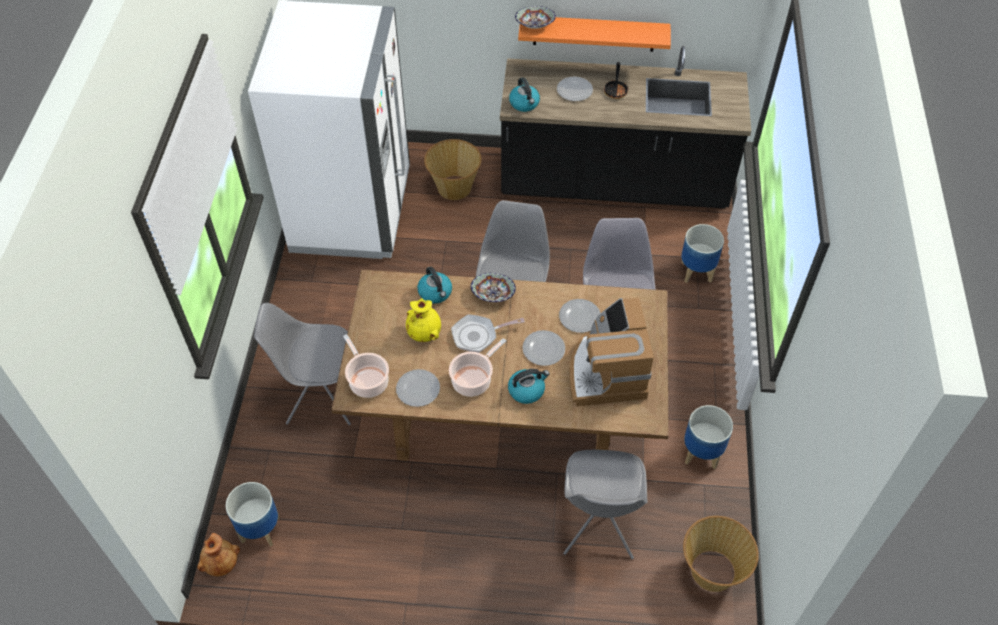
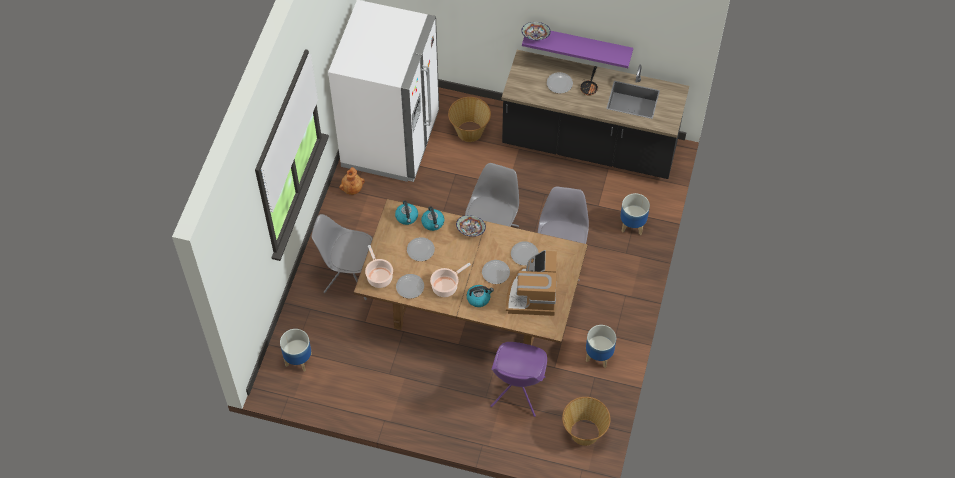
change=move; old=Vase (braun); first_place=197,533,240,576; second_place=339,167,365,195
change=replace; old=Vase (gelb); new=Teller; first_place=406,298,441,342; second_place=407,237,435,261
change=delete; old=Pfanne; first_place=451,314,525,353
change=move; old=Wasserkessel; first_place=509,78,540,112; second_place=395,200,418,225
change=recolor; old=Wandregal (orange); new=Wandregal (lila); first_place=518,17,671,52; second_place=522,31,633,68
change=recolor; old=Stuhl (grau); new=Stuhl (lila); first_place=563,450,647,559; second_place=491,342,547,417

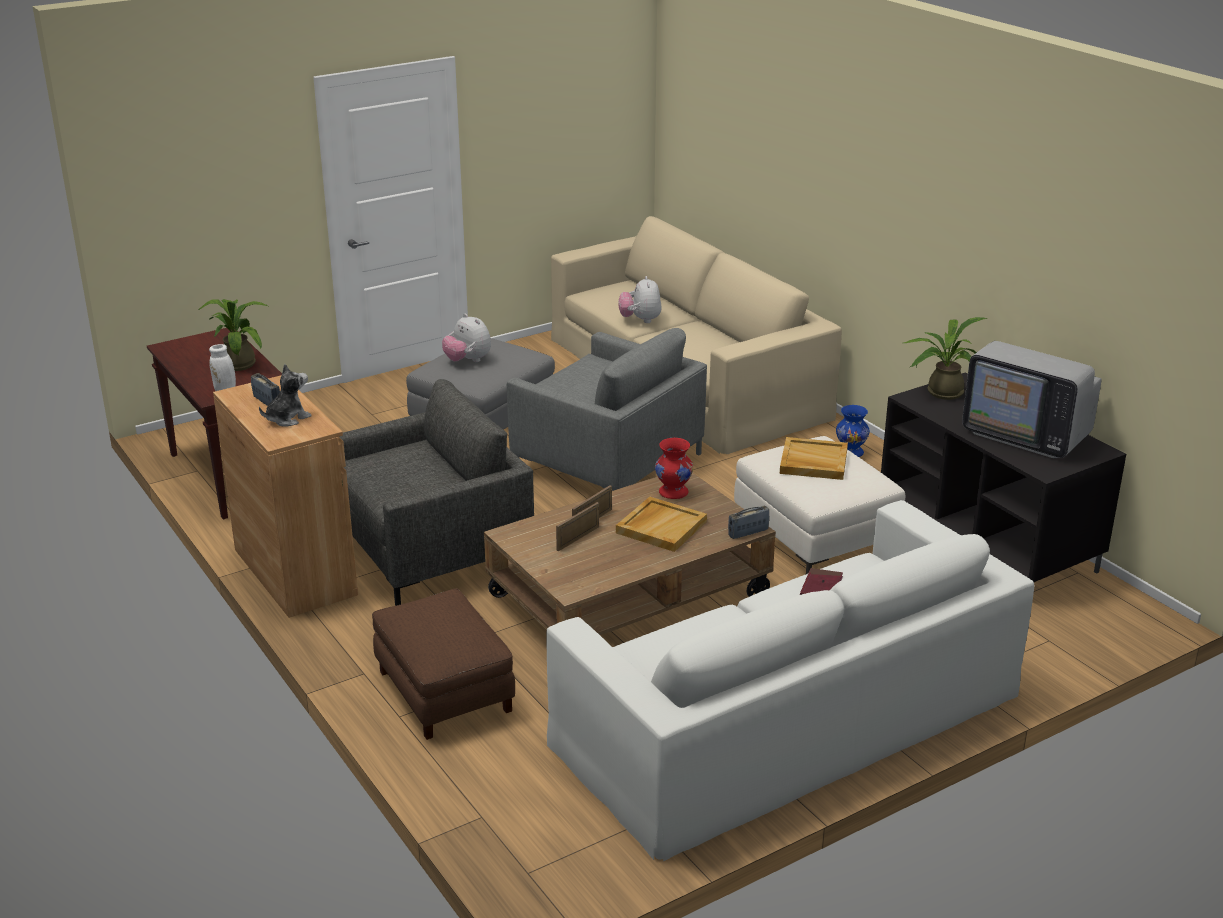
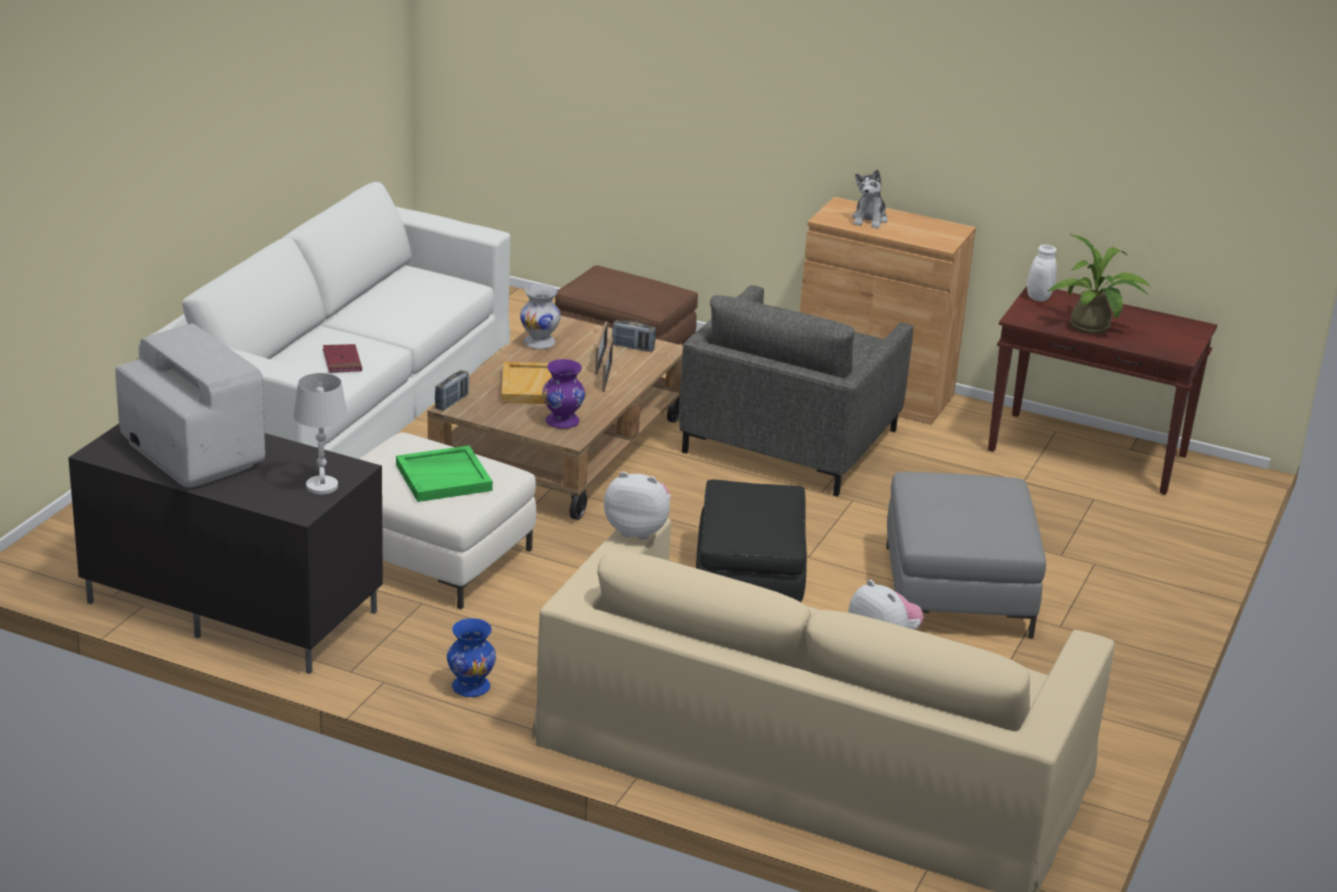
change=move; old=Radio; first_place=251,373,280,406; second_place=612,320,656,352
change=move; old=Plüschtier; first_place=442,314,491,362; second_place=604,471,671,540
change=replace; old=Sessel (grau); new=Polsterhocker (schwarz); first_place=507,328,707,491; second_place=696,479,807,602
change=recolor; old=Vase (rot); new=Vase (lila); first_place=655,438,693,499; second_place=542,359,585,429
change=recolor; old=Tablett (beige); new=Tablett (grün); first_place=780,437,848,480; second_place=396,446,493,502
change=replace; old=Topfpflanze; new=Tischlampe (weiß); first_place=904,317,987,400; second_place=294,373,347,494
change=rotate; old=Fernseher; first_place=962,341,1101,458; second_place=116,323,265,488; degrees=45
change=insert; new=Vase (weiß); second_place=520,284,561,349

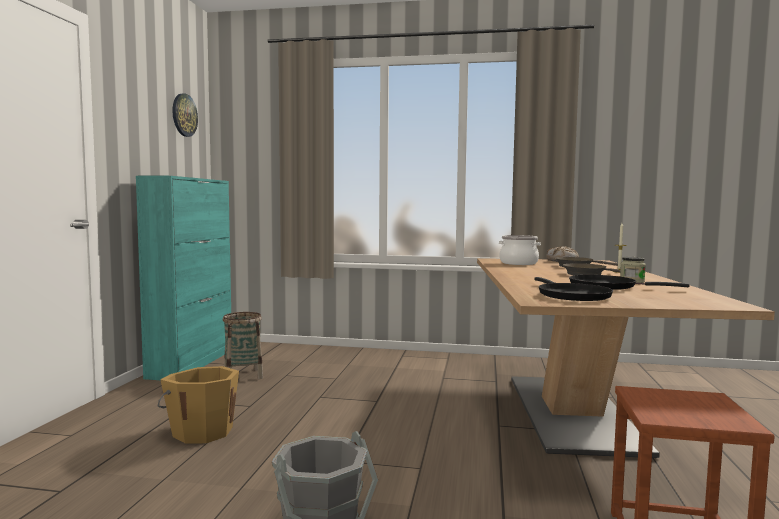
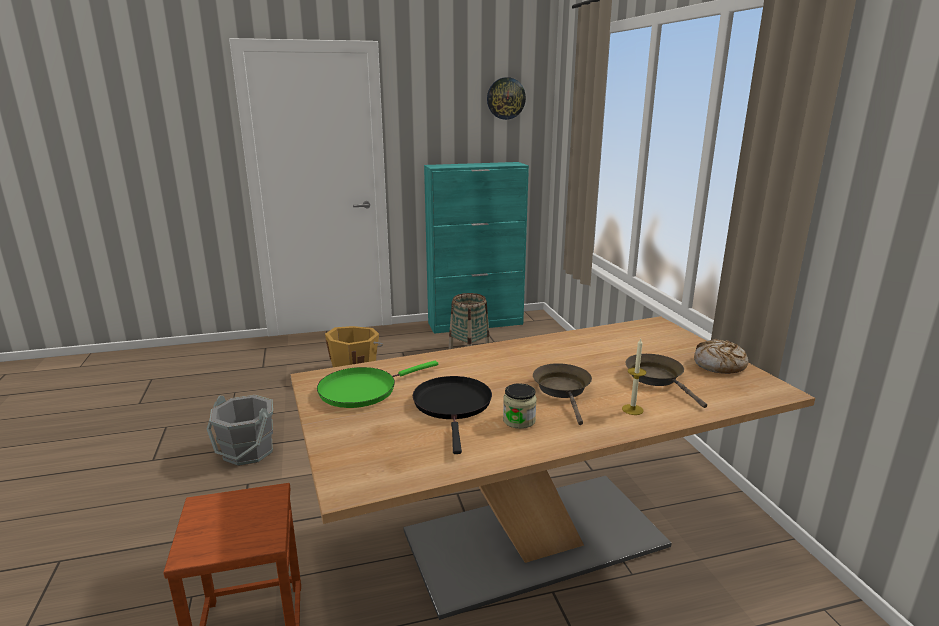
change=delete; old=Kochtopf; first_place=499,235,541,265
change=recolor; old=Pfanne (schwarz); new=Pfanne (grün); first_place=534,277,613,301; second_place=317,361,438,408

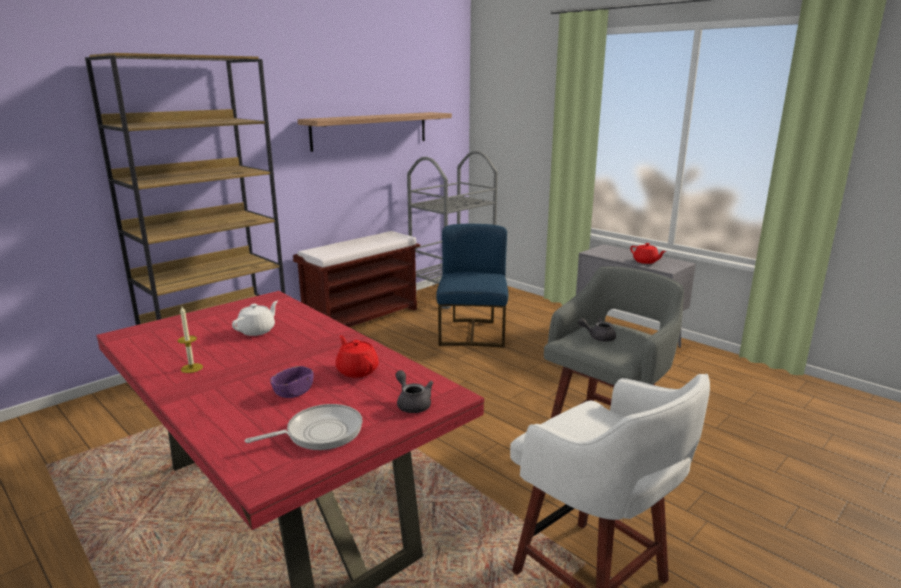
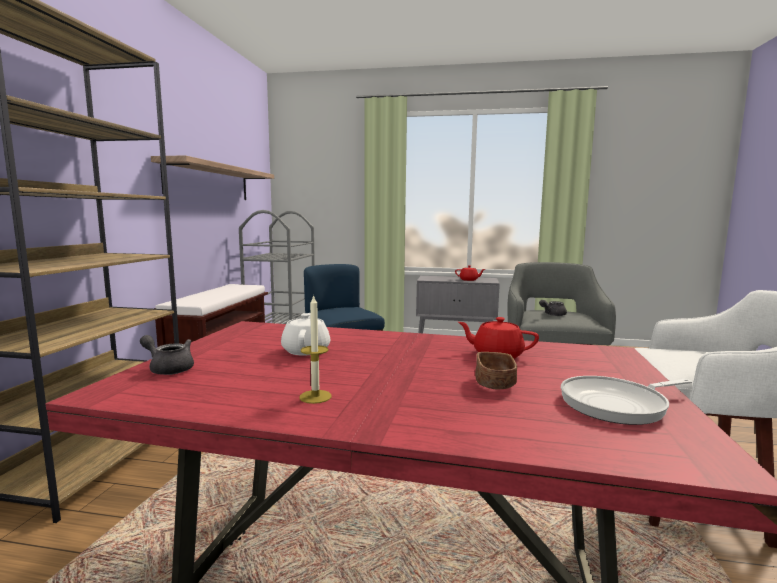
change=rotate; old=Pfanne; first_place=245,404,362,450; second_place=561,376,692,425; degrees=-135
change=recolor; old=Schüssel (lila); new=Schüssel (braun); first_place=270,366,314,398; second_place=475,352,517,389
change=move; old=Teekanne (grau); first_place=396,370,434,413; second_place=140,335,194,375

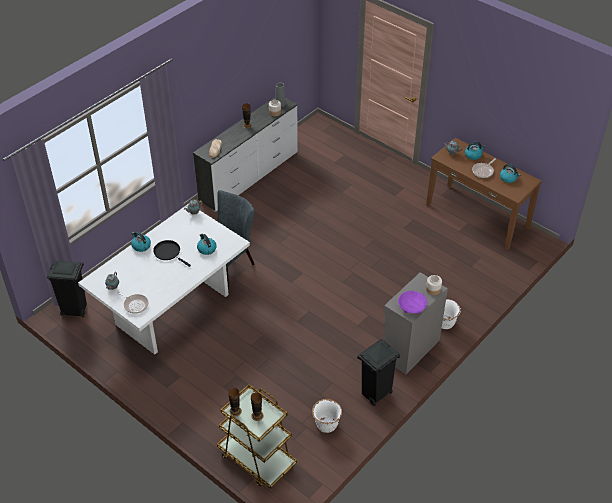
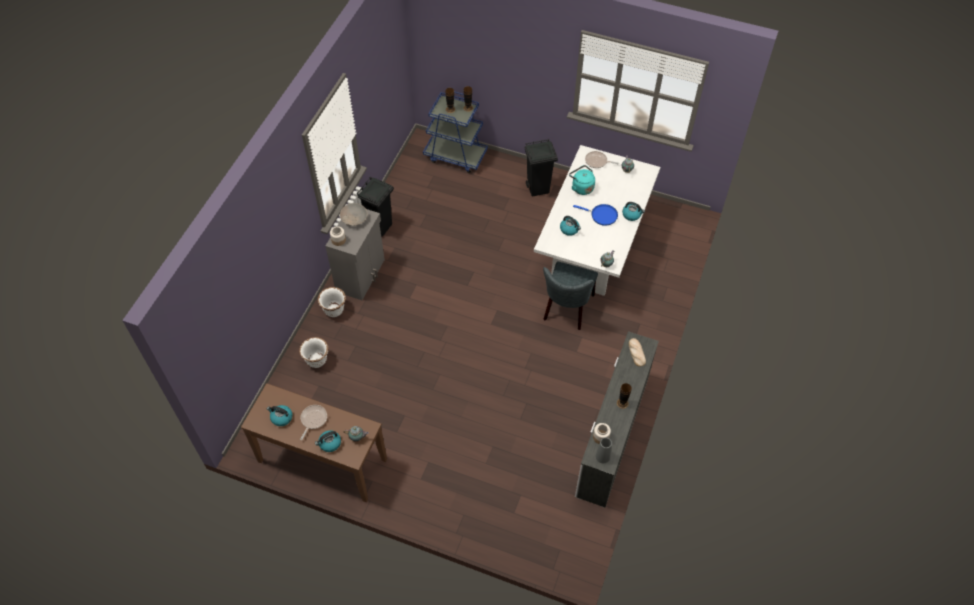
change=move; old=Mülleimer (schwarz); first_place=47,261,87,317; second_place=524,139,558,196
change=recolor; old=Pfanne (schwarz); new=Pfanne (blau); first_place=153,240,191,267; second_place=573,204,618,226
change=recolor; old=Rollwagen (braun); new=Rollwagen (blau); first_place=217,384,297,489; second_place=423,91,488,173
change=move; old=Pflanzkübel (weiß); first_place=312,399,342,433; second_place=299,337,329,368
change=recolor; old=Schüssel (lila); new=Schüssel (beige); first_place=398,291,427,314; second_place=340,203,368,226
change=insert; new=Wasserkessel (türkis); second_place=569,165,595,195

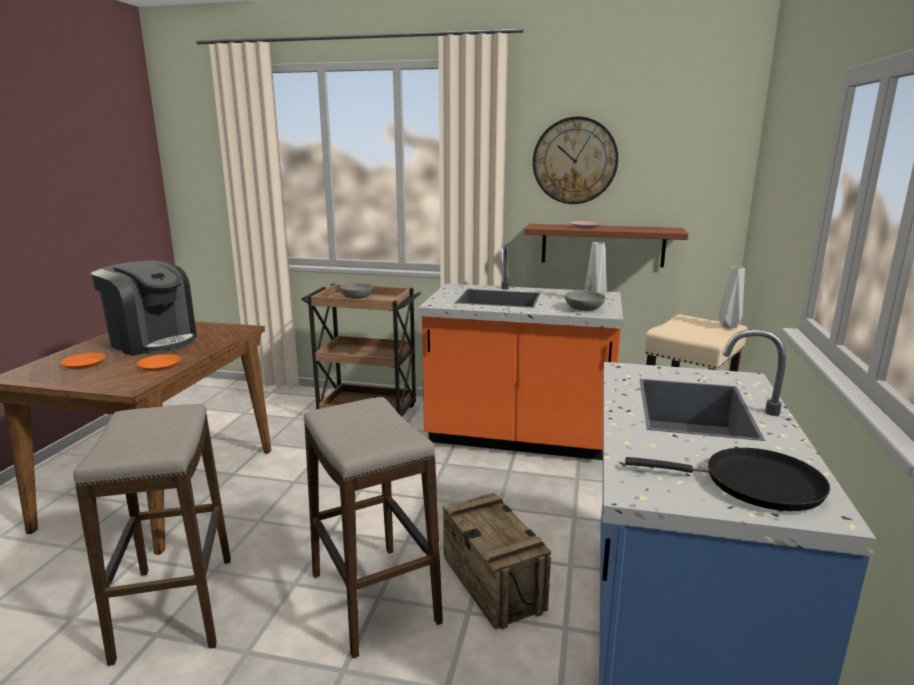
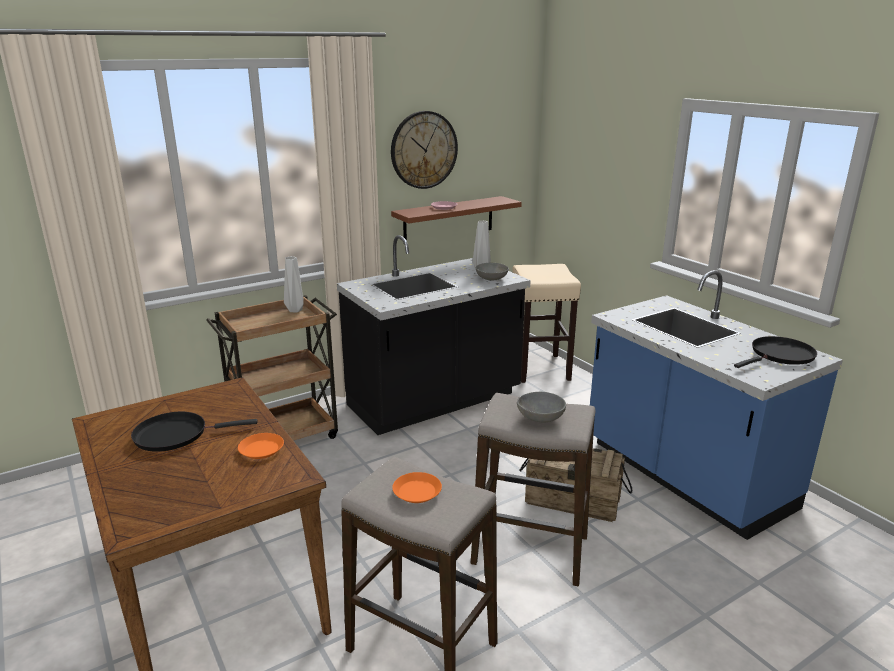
change=move; old=Teller (orange); first_place=60,353,106,369; second_place=392,472,442,503
change=replace; old=Kaffeemaschine; new=Pfanne (schwarz); first_place=91,261,197,356; second_place=131,412,258,452
change=move; old=Schüssel (grau); first_place=340,283,373,299; second_place=517,392,566,422
change=recolor; old=Küchenzeile (orange); new=Küchenzeile (schwarz); first_place=418,244,623,460; second_place=337,235,531,435
change=move; old=Vase (grau); first_place=718,266,745,329; second_place=284,256,304,312

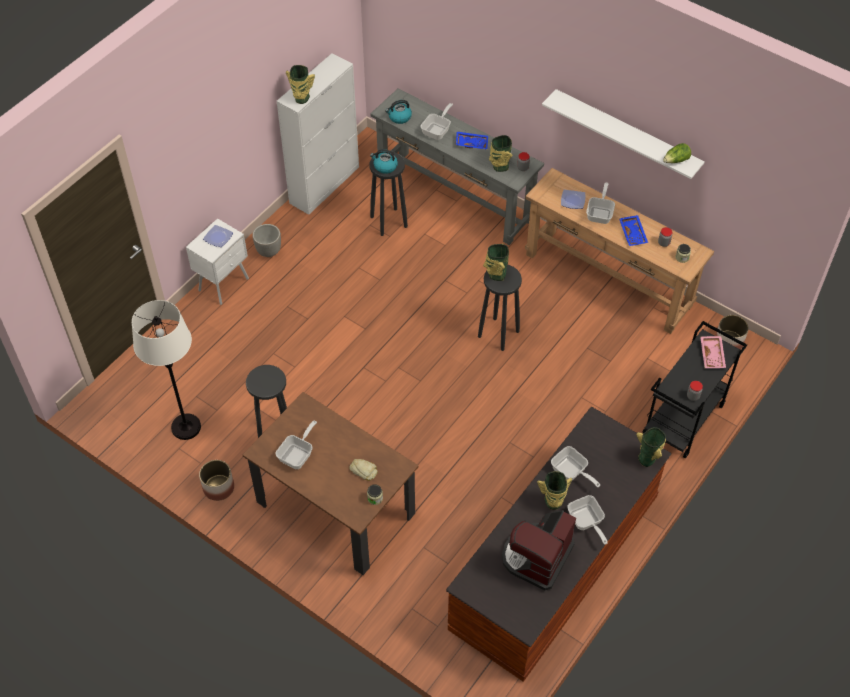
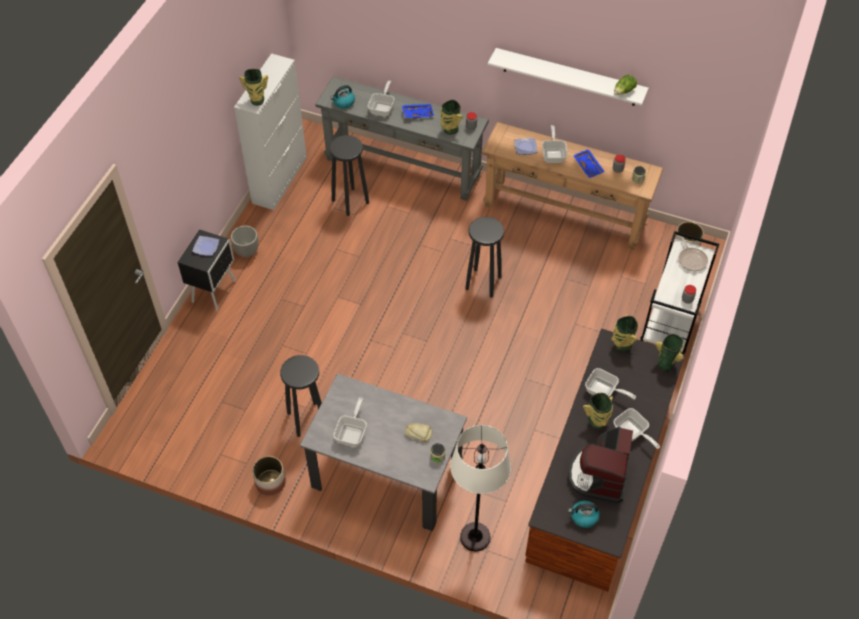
change=move; old=Stehlampe (weiß); first_place=132,300,201,440; second_place=450,425,511,551
change=recolor; old=Nachttisch (weiß); new=Nachttisch (schwarz); first_place=186,218,249,305; second_place=177,229,236,311
change=recolor; old=Esstisch (braun); new=Esstisch (grau); first_place=243,392,419,575; second_place=300,373,467,531
change=move; old=Wasserkessel; first_place=370,149,398,174; second_place=568,500,600,528
change=move; old=Vase; first_place=483,244,509,281; second_place=611,315,638,351
change=recolor; old=Rollwagen (schwarz); new=Rollwagen (weiß); first_place=642,321,747,458; second_place=640,231,719,354
change=replace; old=Tablett (rosa); new=Pfanne; first_place=700,336,726,368; second_place=678,236,708,271

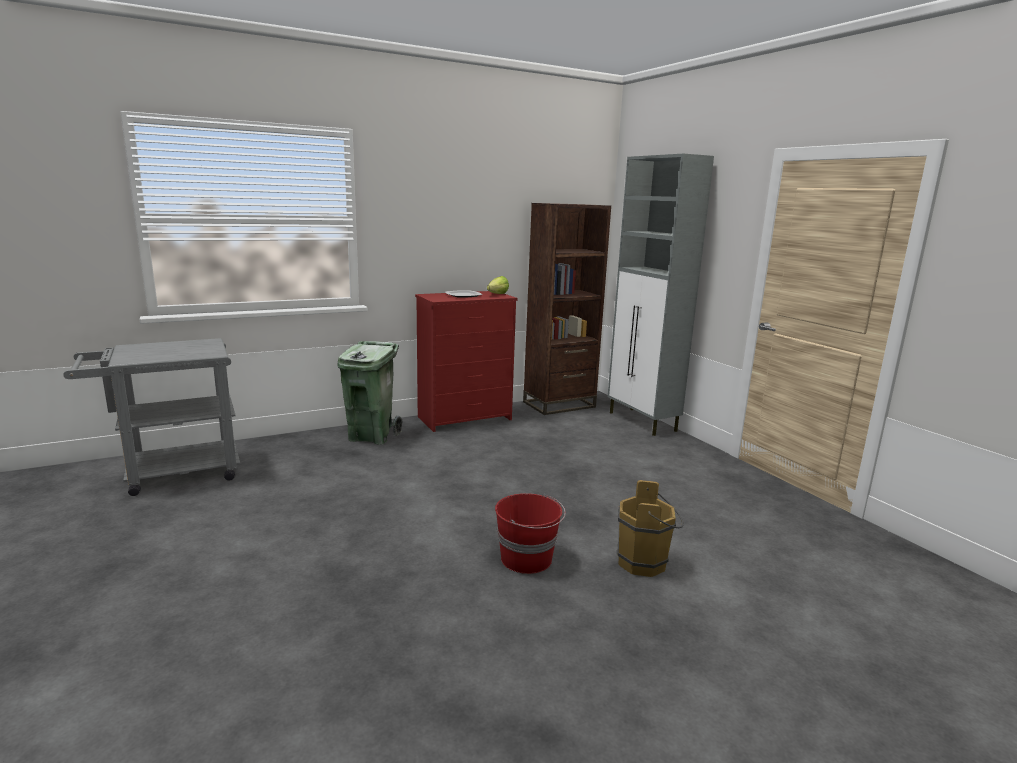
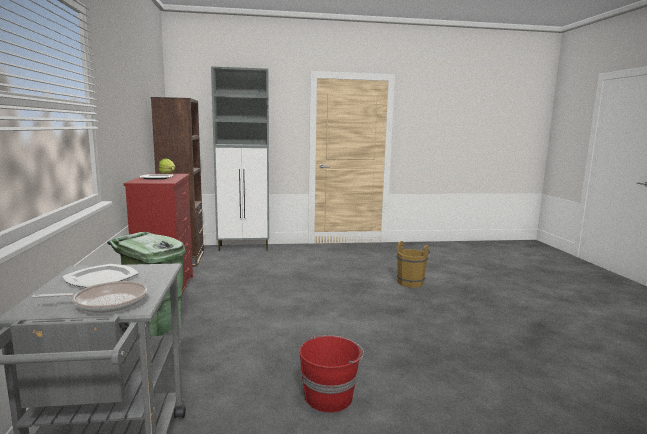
change=move; old=Eimer (rot); first_place=495,493,566,574; second_place=299,335,364,413
change=insert; new=Pfanne; second_place=32,281,147,313
change=insert; new=Teller; second_place=62,264,139,288

